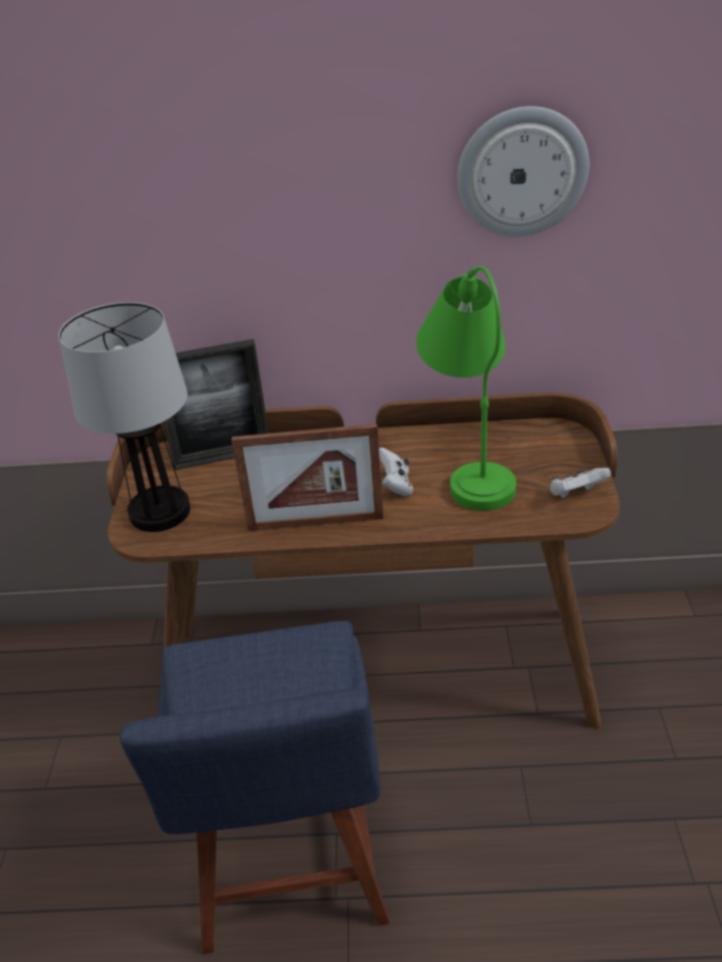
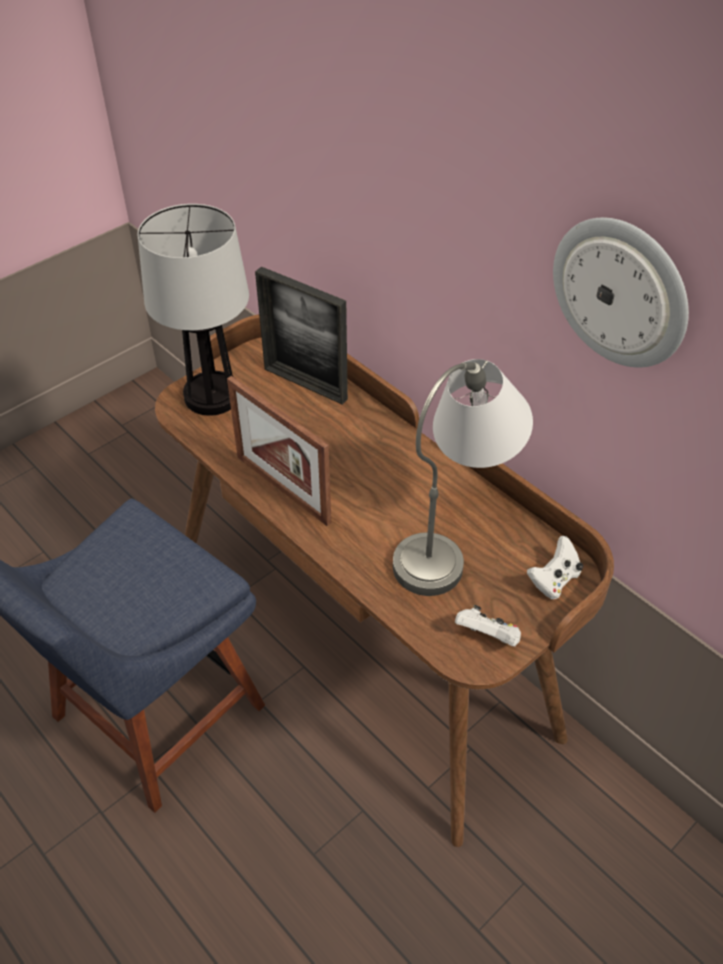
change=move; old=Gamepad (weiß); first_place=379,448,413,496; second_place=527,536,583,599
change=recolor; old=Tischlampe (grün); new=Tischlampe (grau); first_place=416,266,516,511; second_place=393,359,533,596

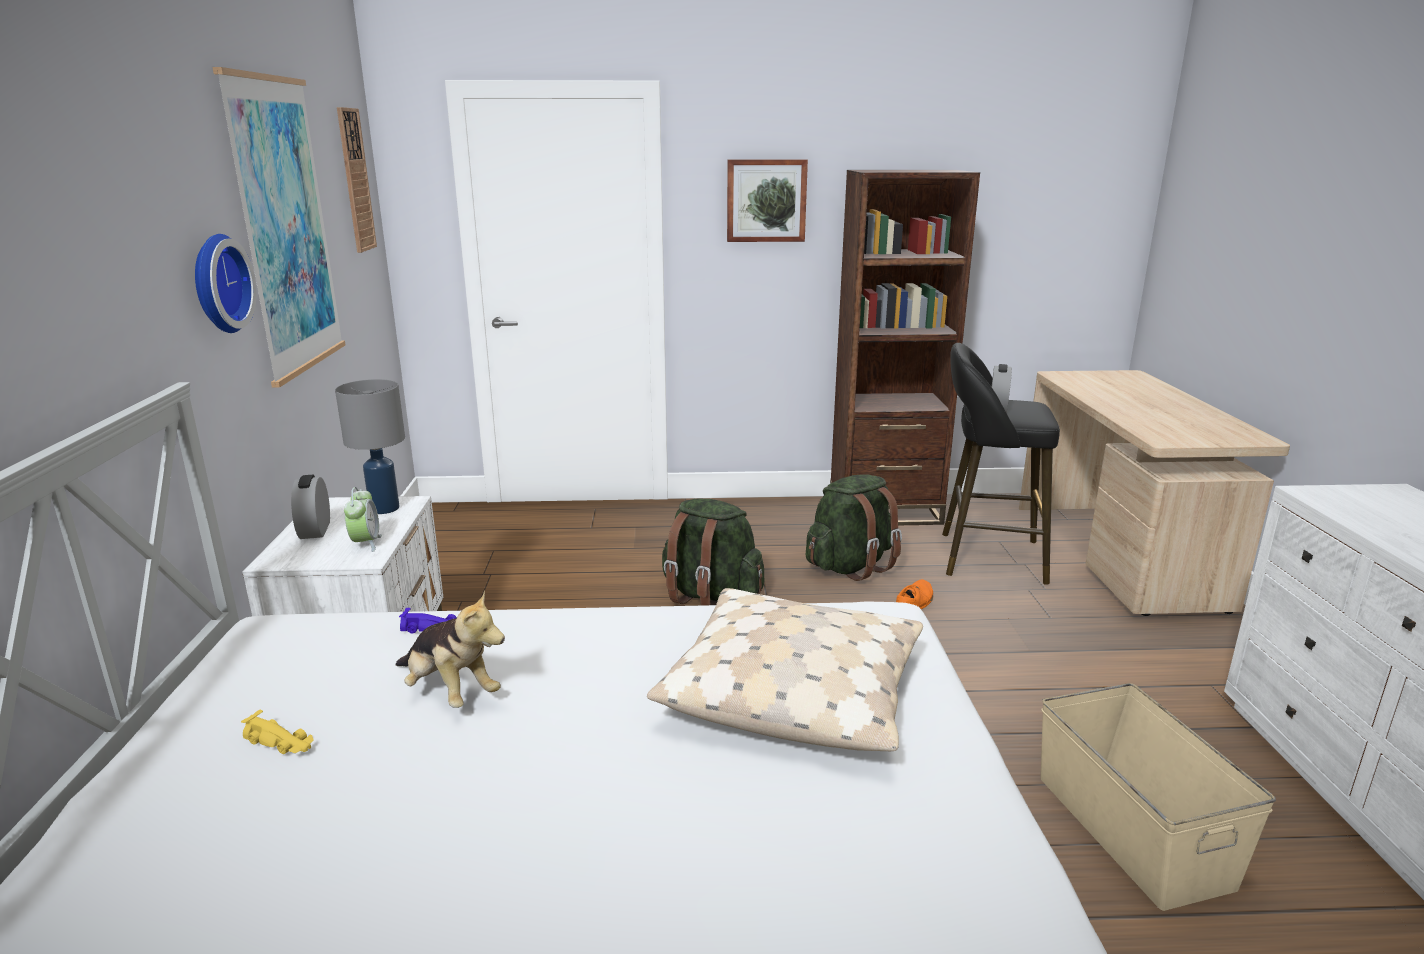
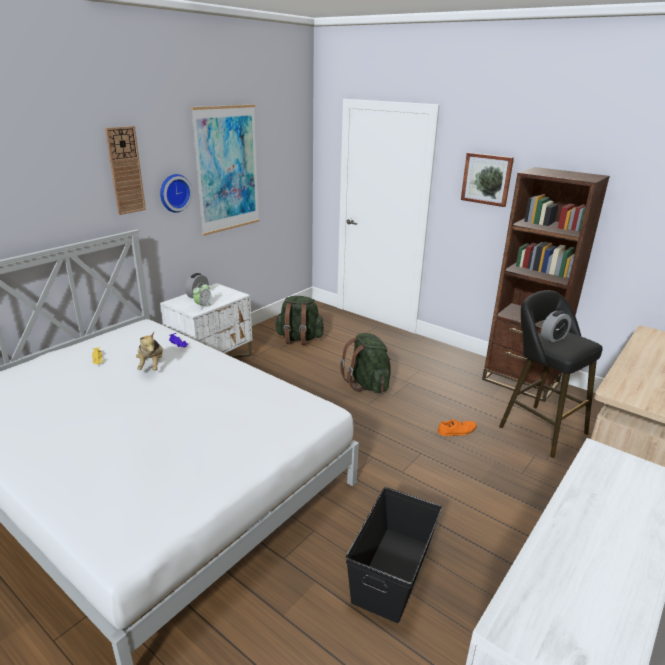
change=delete; old=Tischlampe (grau); first_place=335,379,405,514
change=move; old=Wanduhr; first_place=337,107,377,253; second_place=105,126,146,215
change=delete; old=Kissen (beige); first_place=647,588,923,751
change=move; old=Rucksack (grün); first_place=806,475,902,581; second_place=275,296,324,345
change=recolor; old=Aufbewahrungsbox (beige); new=Aufbewahrungsbox (schwarz); first_place=1041,683,1276,911; second_place=346,487,442,623

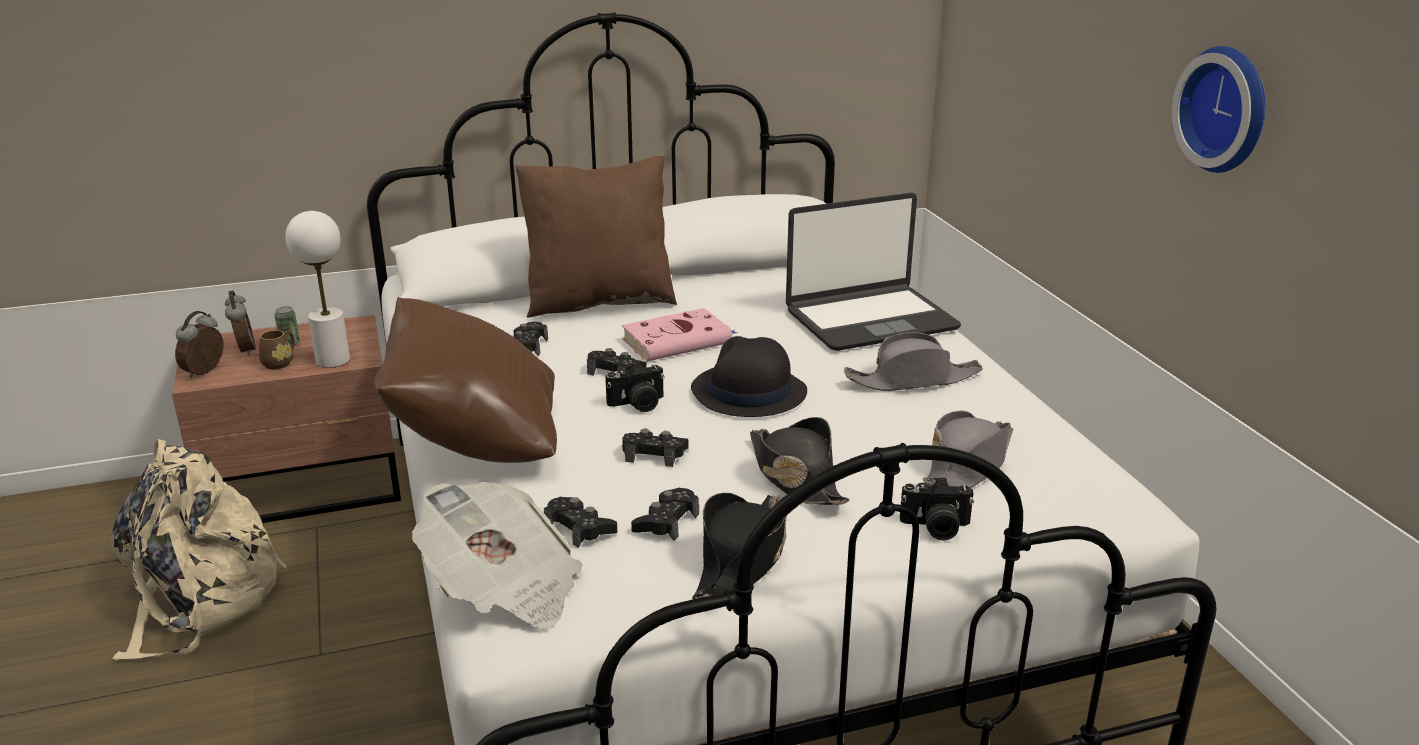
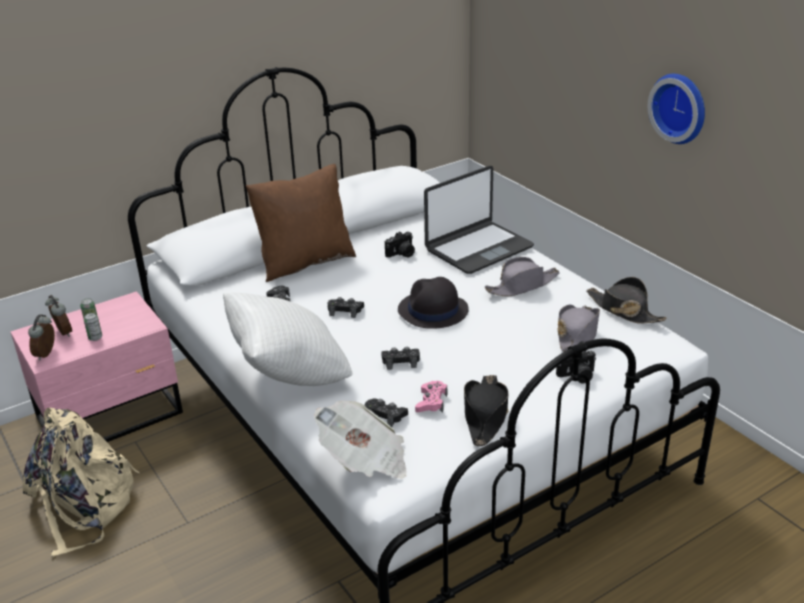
change=recolor; old=Nachttisch (braun); new=Nachttisch (rosa); first_place=172,315,401,523; second_place=11,291,183,442
change=replace; old=Henkelbecher (braun); new=Dose; first_place=259,330,295,369; second_place=84,313,102,341
change=delete; old=Tischlampe (weiß); first_place=285,211,350,368
change=recolor; old=Kissen (braun); new=Kissen (weiß); first_place=374,297,557,463; second_place=223,293,353,386
change=move; old=Kamera; first_place=605,362,665,412; second_place=385,231,415,258
change=delete; old=Buch (rosa); first_place=622,308,738,362
change=recolor; old=Gamepad (schwarz); new=Gamepad (rosa); first_place=631,488,699,541; second_place=415,381,447,413
change=move; old=Hut (schwarz); first_place=750,417,850,505; second_place=587,277,667,324

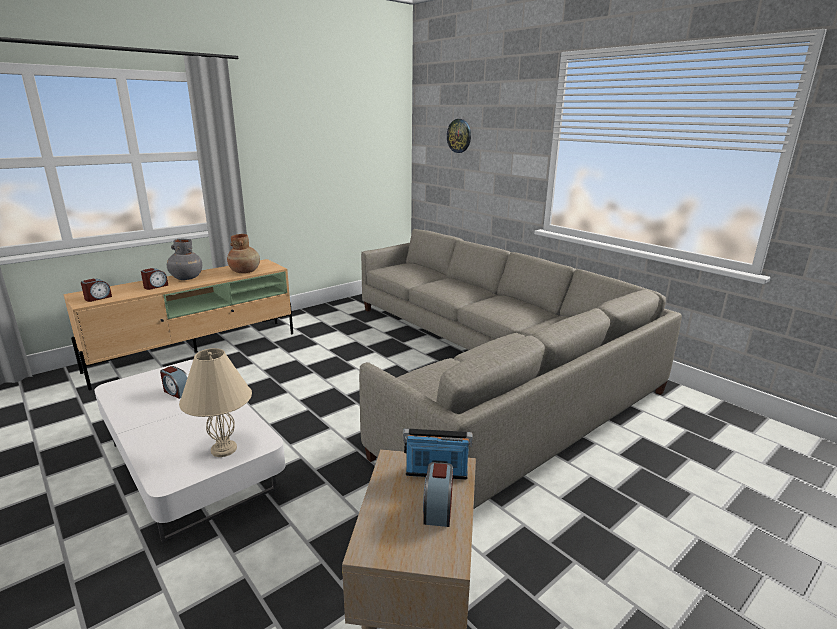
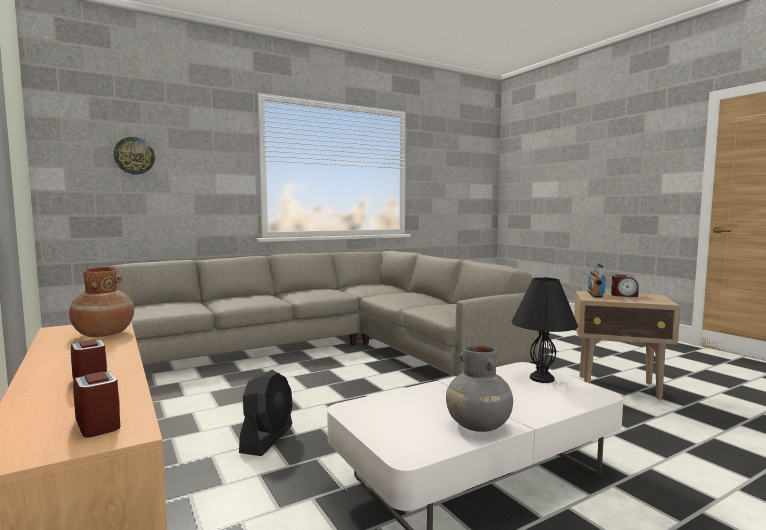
change=delete; old=Wecker; first_place=160,366,188,399
change=move; old=Vase (grau); first_place=167,239,202,280; second_place=446,345,513,432
change=recolor; old=Tischlampe (beige); new=Tischlampe (schwarz); first_place=179,348,252,457; second_place=512,277,578,383
change=insert; new=Ventilator (schwarz); second_place=239,370,292,456

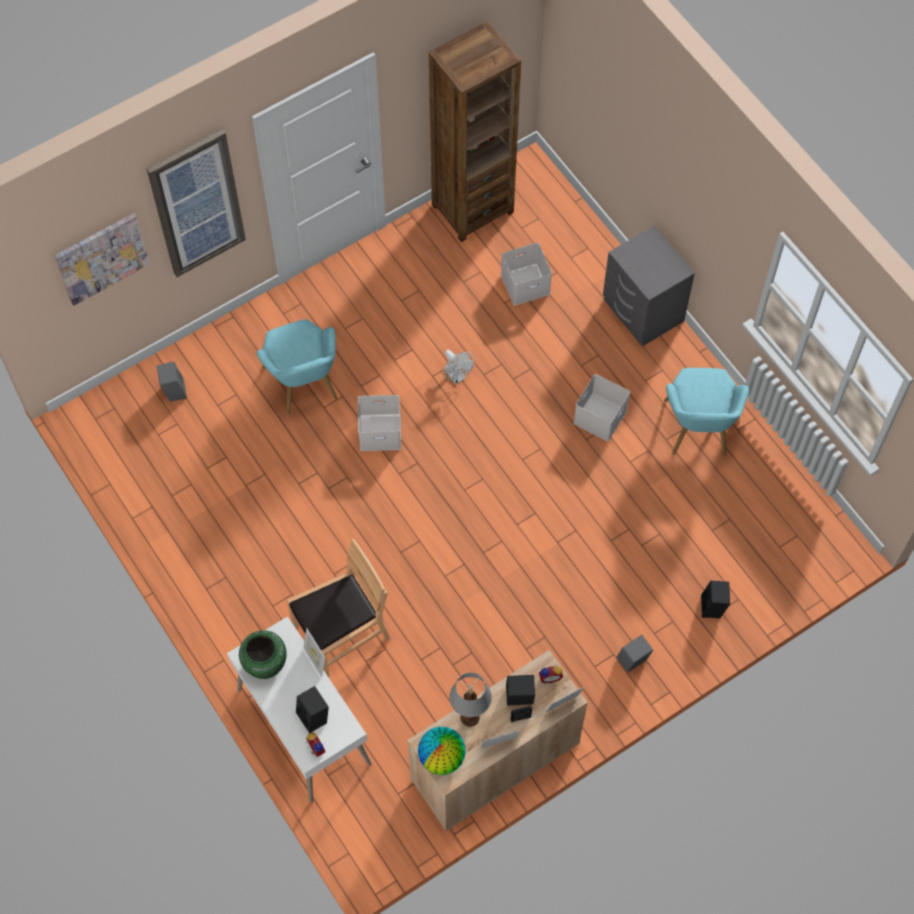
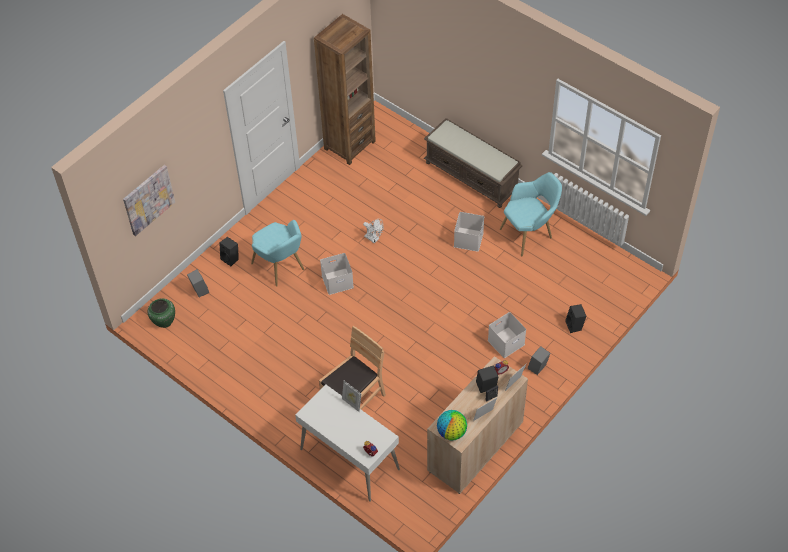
change=delete; old=Bild; first_place=147,129,246,277
change=move; old=Vase (grün); first_place=239,630,286,679; second_place=147,298,175,328
change=move; old=Lautsprecher (schwarz); first_place=296,686,329,733; second_place=219,237,239,266
change=delete; old=Tischlampe; first_place=449,673,492,727
change=move; old=Aufbewahrungsbox (weiß); first_place=501,243,552,305; second_place=488,312,526,358
change=replace; old=Nachttisch (grau); new=Bank (braun); first_place=603,226,695,347; second_place=424,118,523,208
change=rotate; old=Sessel (türkis); first_place=664,368,749,456; second_place=500,172,562,256; degrees=-105

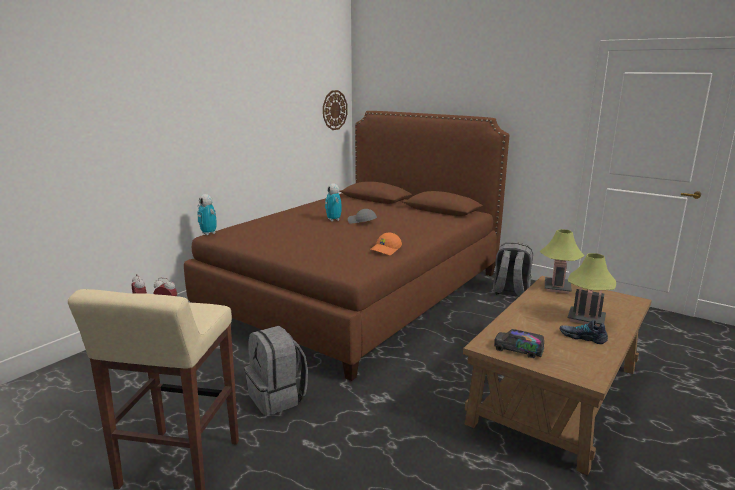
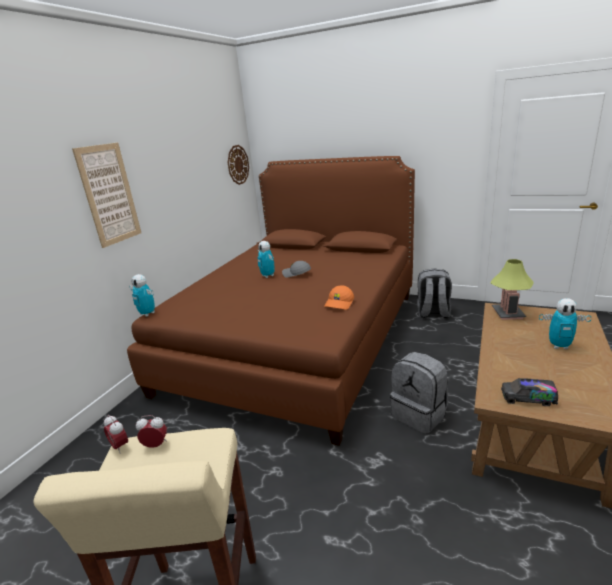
change=move; old=Rucksack (grau); first_place=244,326,308,416; second_place=390,352,448,434
change=delete; old=Schuh; first_place=560,320,608,344
change=replace; old=Tischlampe; new=Spielzeugroboter; first_place=567,253,616,327; second_place=539,298,591,349
change=insert; new=Bild; second_place=72,142,141,248

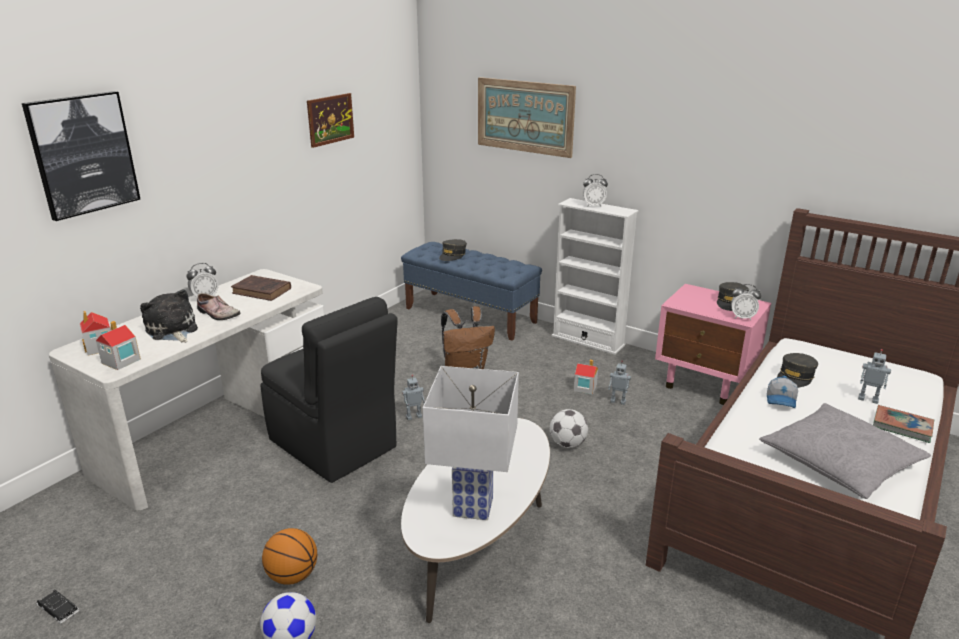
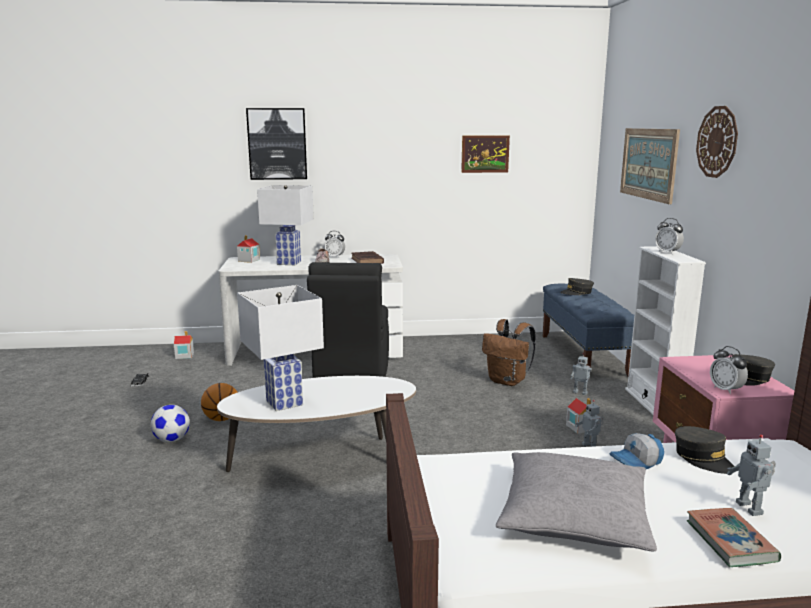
change=move; old=Spielzeughaus; first_place=96,321,141,370; second_place=174,331,194,359
change=replace; old=Plüschtier; new=Tischlampe (weiß); first_place=140,289,198,343; second_place=257,185,314,265
change=move; old=Spielzeugroboter; first_place=402,375,425,420; second_place=570,353,592,395
change=delete; old=Fußball; first_place=550,409,588,448
change=rotate; old=Kappe (grau); first_place=777,353,818,388; second_place=675,426,735,474; degrees=-120
change=insert; new=Wanduhr; second_place=696,106,738,178

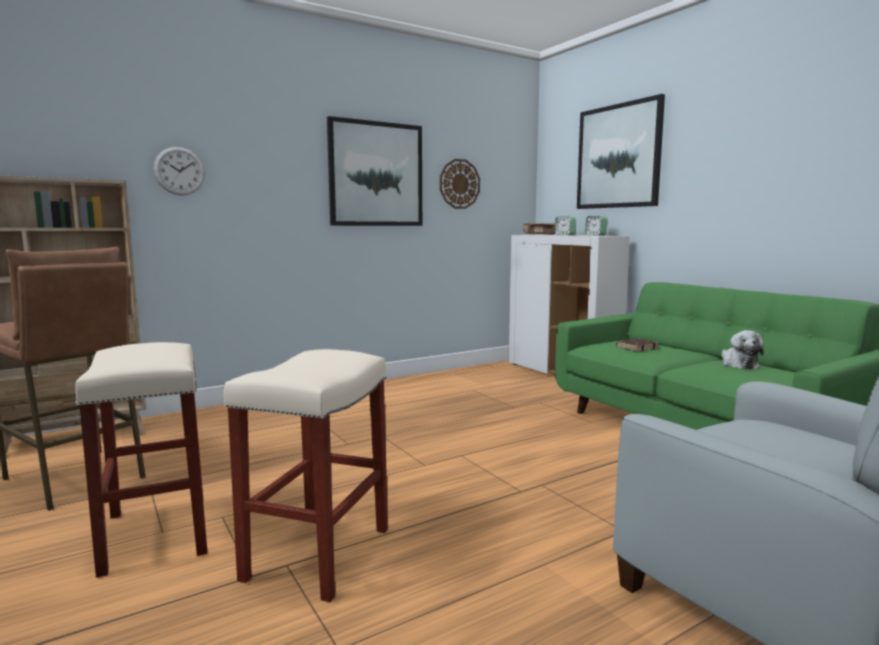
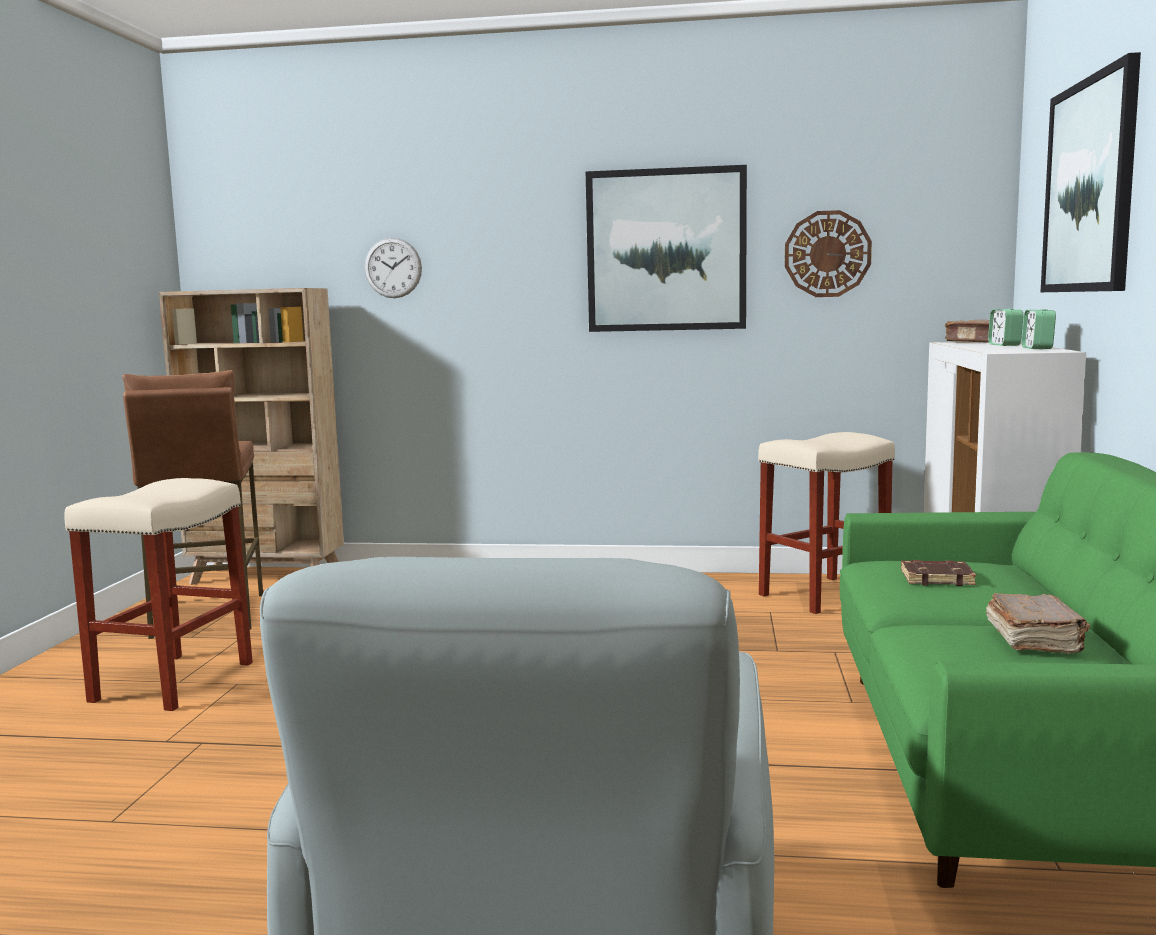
change=move; old=Hocker (beige); first_place=224,349,388,602; second_place=758,432,895,614
change=replace; old=Plüschtier; new=Buch (braun); first_place=722,330,764,369; second_place=986,593,1090,654

